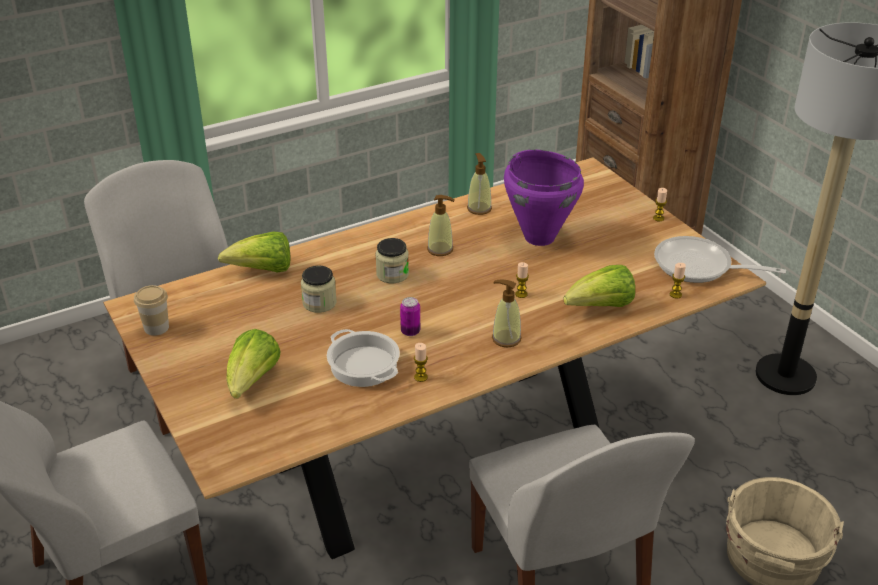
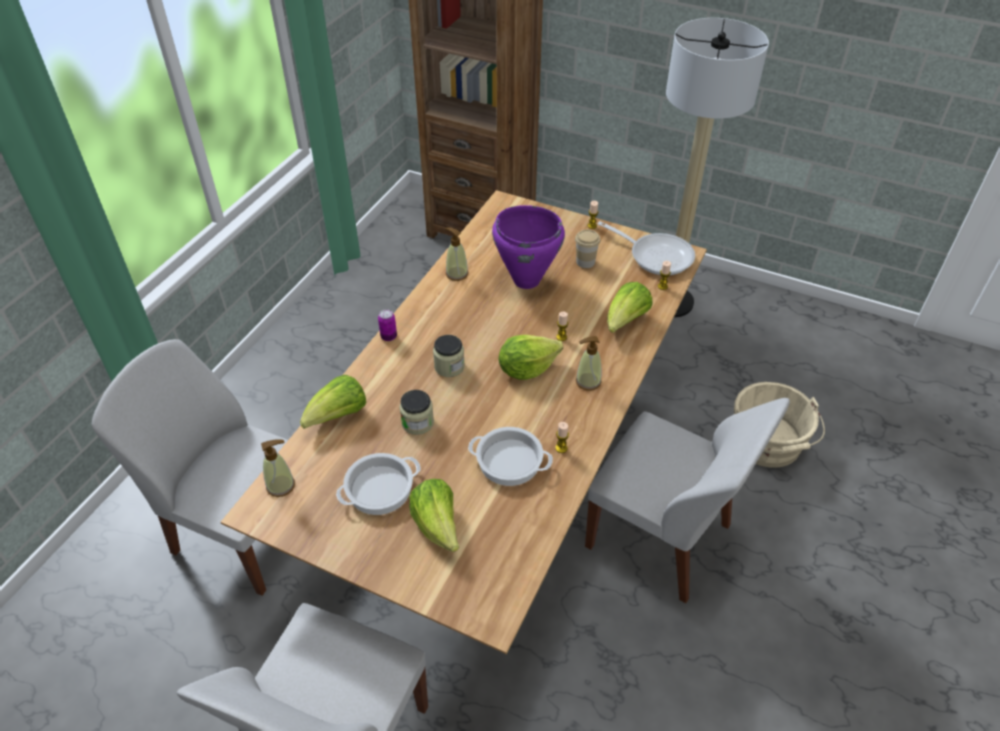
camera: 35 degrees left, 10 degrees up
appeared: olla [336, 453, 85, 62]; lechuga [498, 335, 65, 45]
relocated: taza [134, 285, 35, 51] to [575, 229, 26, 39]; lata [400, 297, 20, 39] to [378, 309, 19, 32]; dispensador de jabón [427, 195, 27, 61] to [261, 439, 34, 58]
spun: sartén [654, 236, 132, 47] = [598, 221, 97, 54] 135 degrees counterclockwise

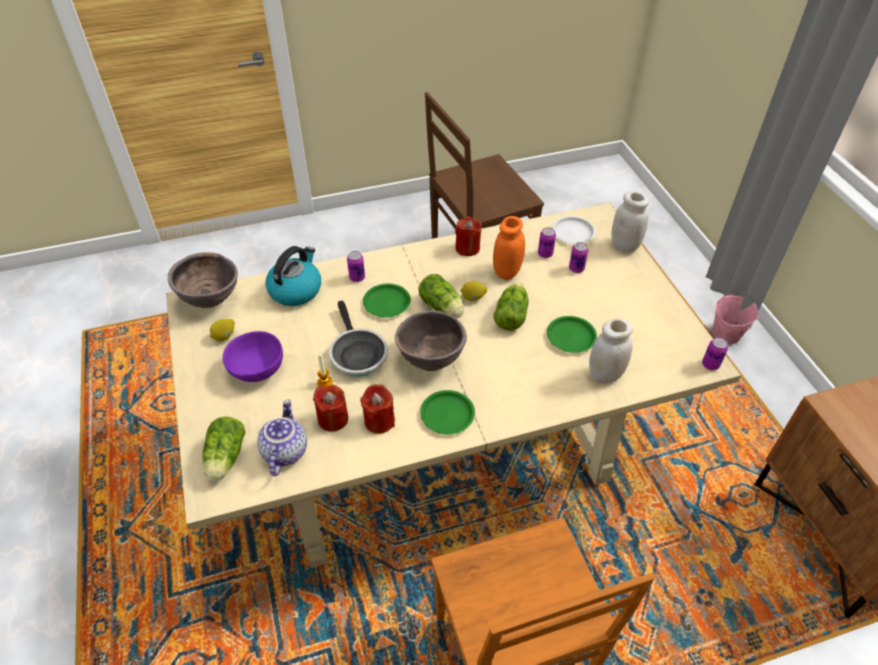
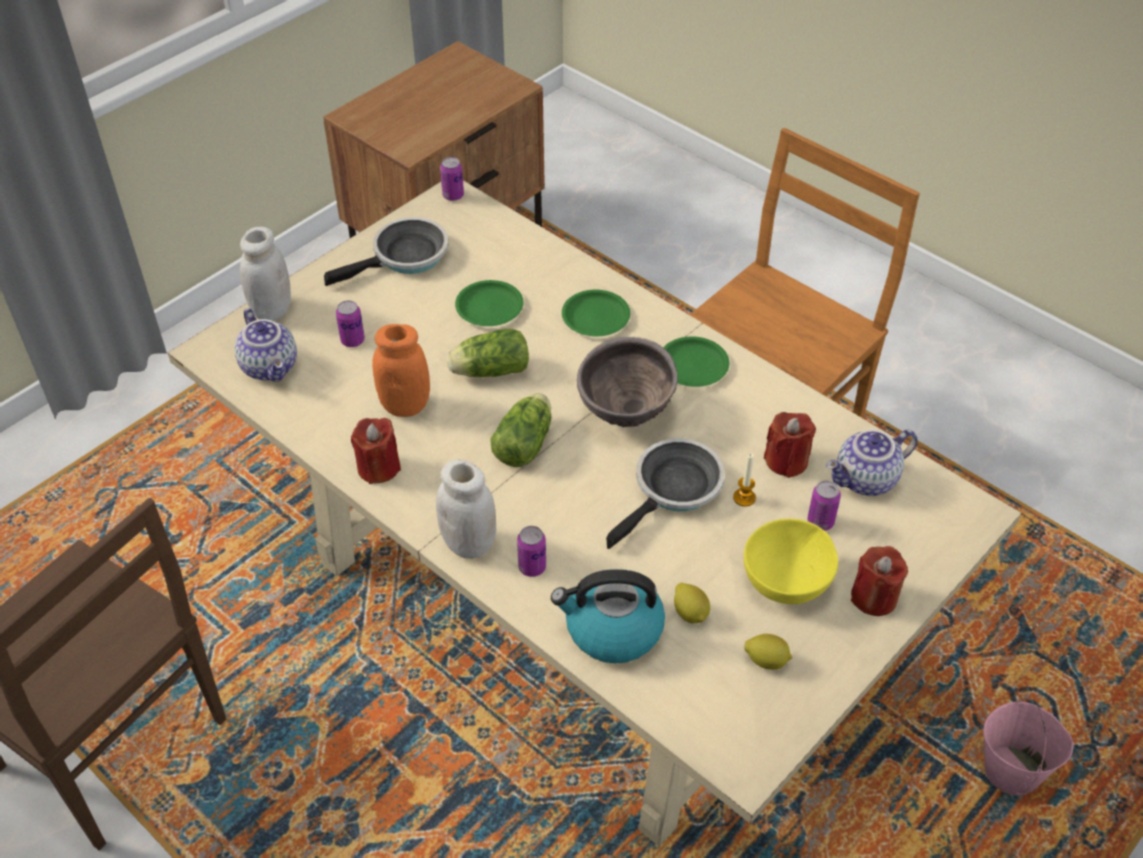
camera: 120 degrees left, 0 degrees up
missing: cuenco/marrón [168, 252, 70, 56]; lechuga [202, 416, 44, 65]
appeared: sartén [324, 217, 124, 69]
relocated: vela/rojo [360, 385, 35, 49] to [851, 546, 57, 70]; plato/verde [363, 284, 48, 33] to [562, 290, 68, 46]; limón [460, 281, 27, 20] to [674, 583, 36, 40]; lata [538, 228, 18, 30] to [807, 481, 34, 50]; tarro/blanco [589, 318, 44, 66] to [436, 459, 60, 100]; cubo/rosa [712, 292, 47, 52] to [983, 698, 91, 97]
exchanged: plato/blanco [552, 216, 44, 28] to tetera [234, 308, 63, 74]
colour: cuenco/morado [222, 331, 61, 51] to cuenco/amarillo [744, 519, 94, 85]

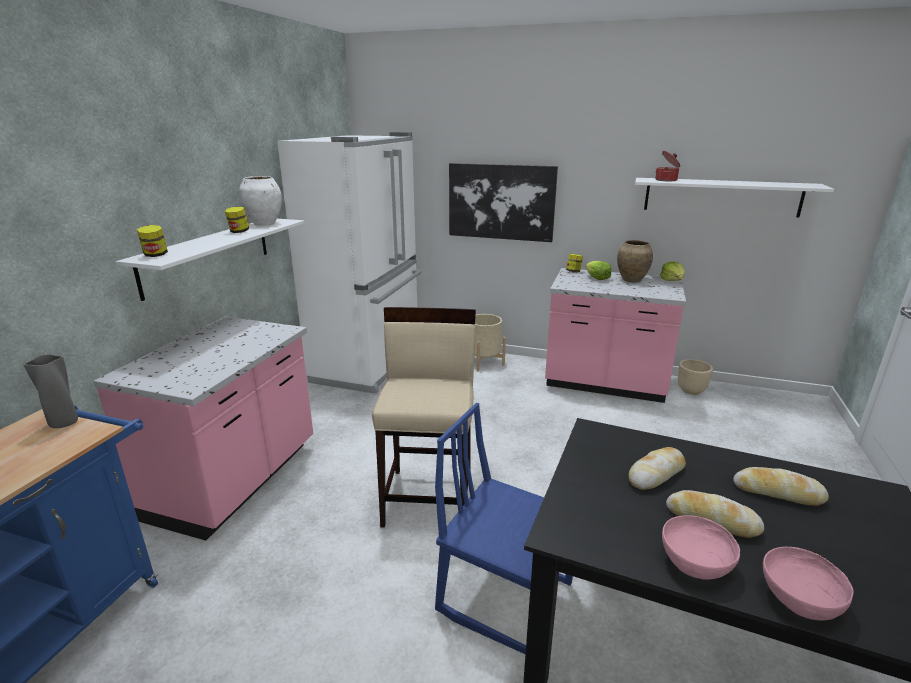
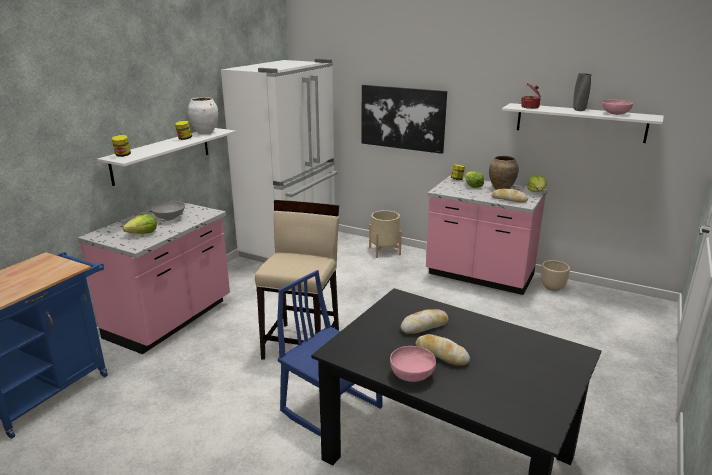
camera: 10 degrees right, 0 degrees up
appeared: lechuga [122, 214, 35, 20]; cuenco/gris [151, 202, 34, 18]
relocated: florero/gris [23, 354, 55, 74] to [573, 73, 19, 38]; pan [733, 467, 96, 39] to [492, 189, 36, 14]; cuenco/rosa [763, 547, 91, 74] to [602, 100, 31, 15]

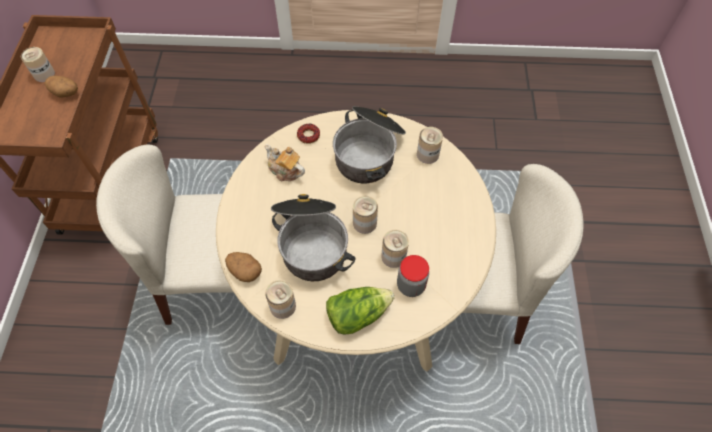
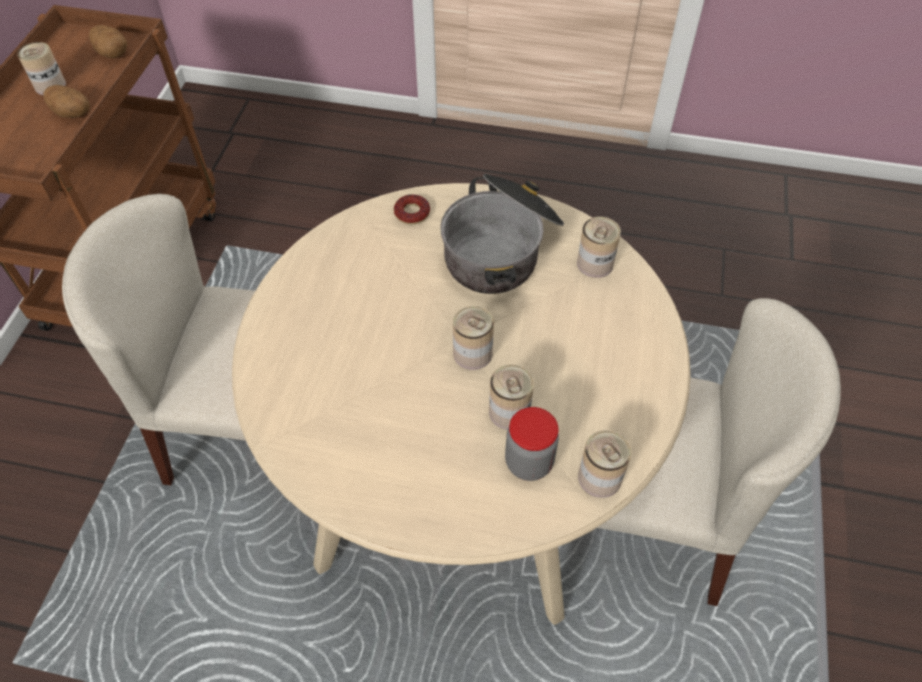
camera: 10 degrees right, 5 degrees down
missing: tetera [265, 144, 40, 37]; olla [271, 194, 84, 87]; lechuga [326, 287, 68, 48]
relocated: patata [225, 252, 37, 30] to [89, 25, 38, 33]; lata [265, 280, 31, 39] to [578, 430, 53, 68]

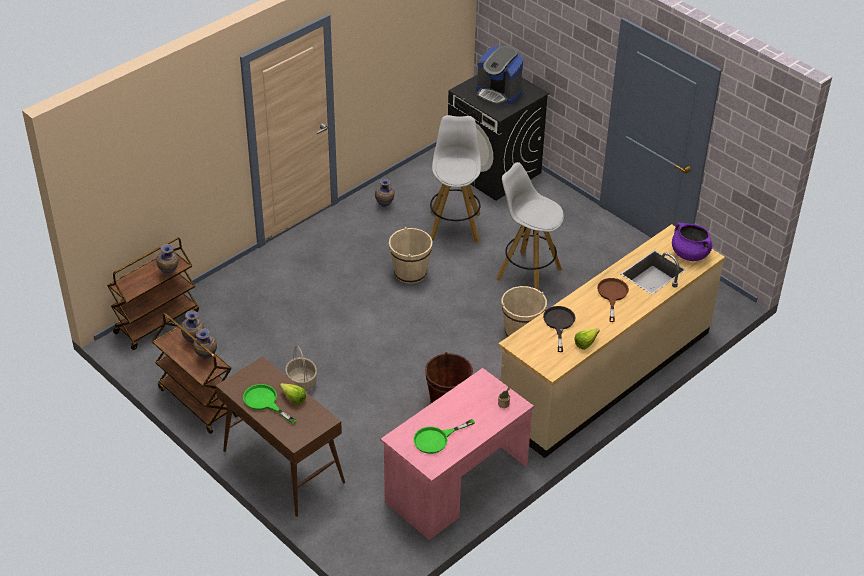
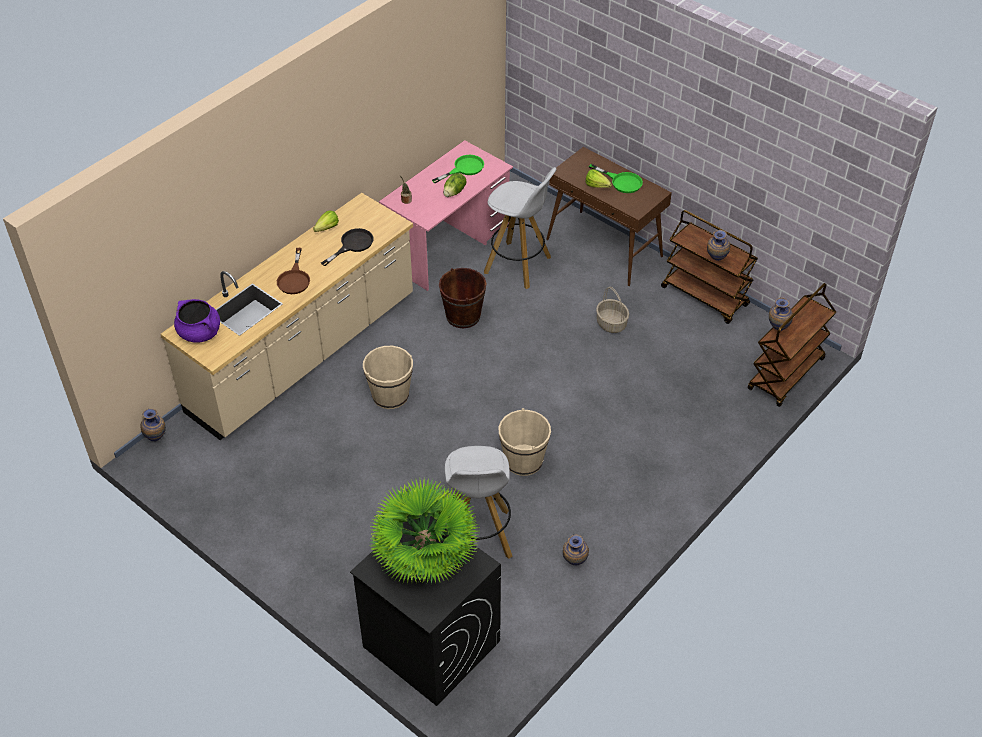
camera: 175 degrees right, 5 degrees up
appeared: lechuga [443, 173, 23, 24]
relocated: florero [193, 328, 24, 31] to [140, 409, 26, 33]; taburete/blanco [496, 162, 68, 128] to [484, 167, 73, 122]
exchanged: cafetera [477, 46, 46, 60] to planta en maceta [370, 477, 110, 107]
spun: sartén/negro [543, 306, 33, 46] = [321, 228, 52, 38] 135 degrees counterclockwise

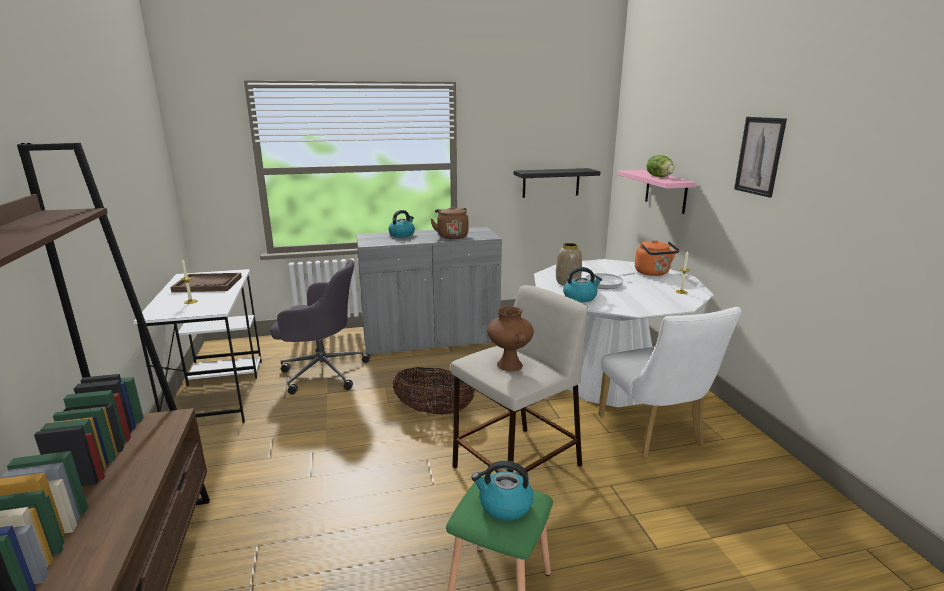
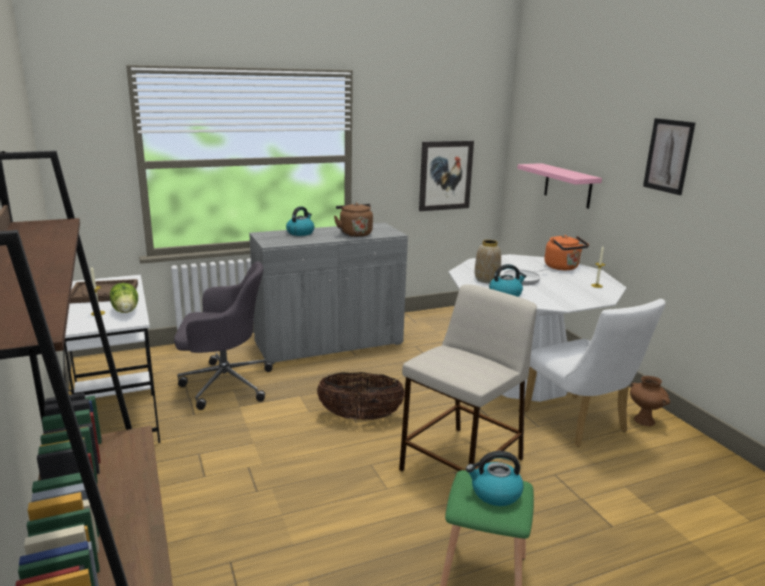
camera: 10 degrees left, 0 degrees up
relocated: florero/marrón [487, 306, 47, 65] to [630, 376, 40, 50]; lechuga [646, 155, 29, 22] to [110, 283, 28, 30]
exchanged: estante/negro [514, 168, 86, 30] to cuadro [419, 140, 55, 71]

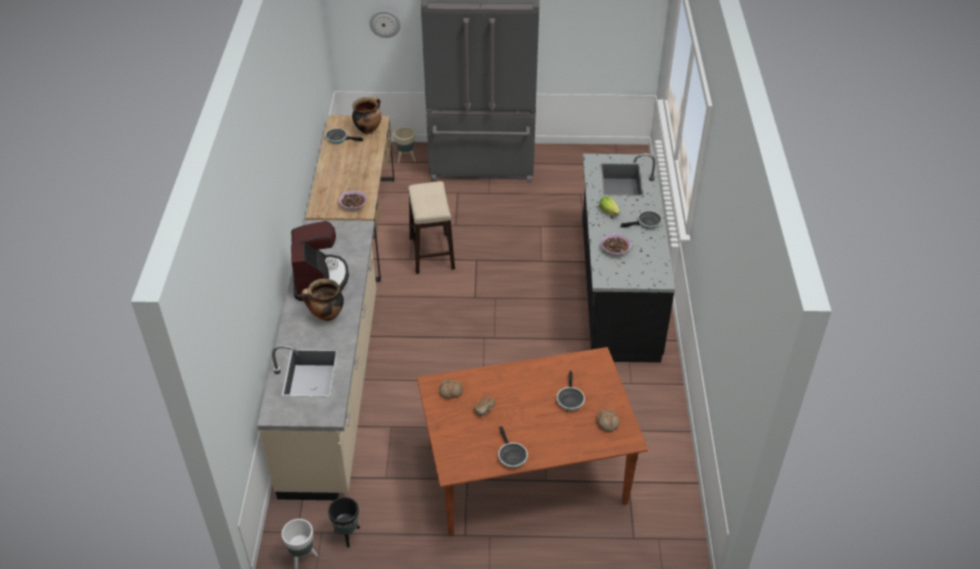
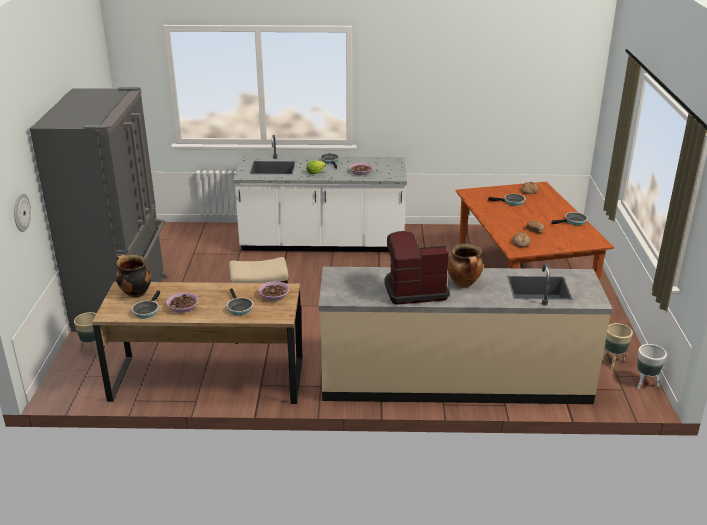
camera: 90 degrees left, 15 degrees down
appeared: cuenco [166, 293, 33, 20]; sartén [226, 289, 27, 26]
colour: maceta/negro [328, 497, 32, 51] to maceta/beis [603, 323, 30, 46]; mueble bajo de cocina/negro [582, 153, 93, 210] to mueble bajo de cocina/blanco [233, 135, 174, 117]

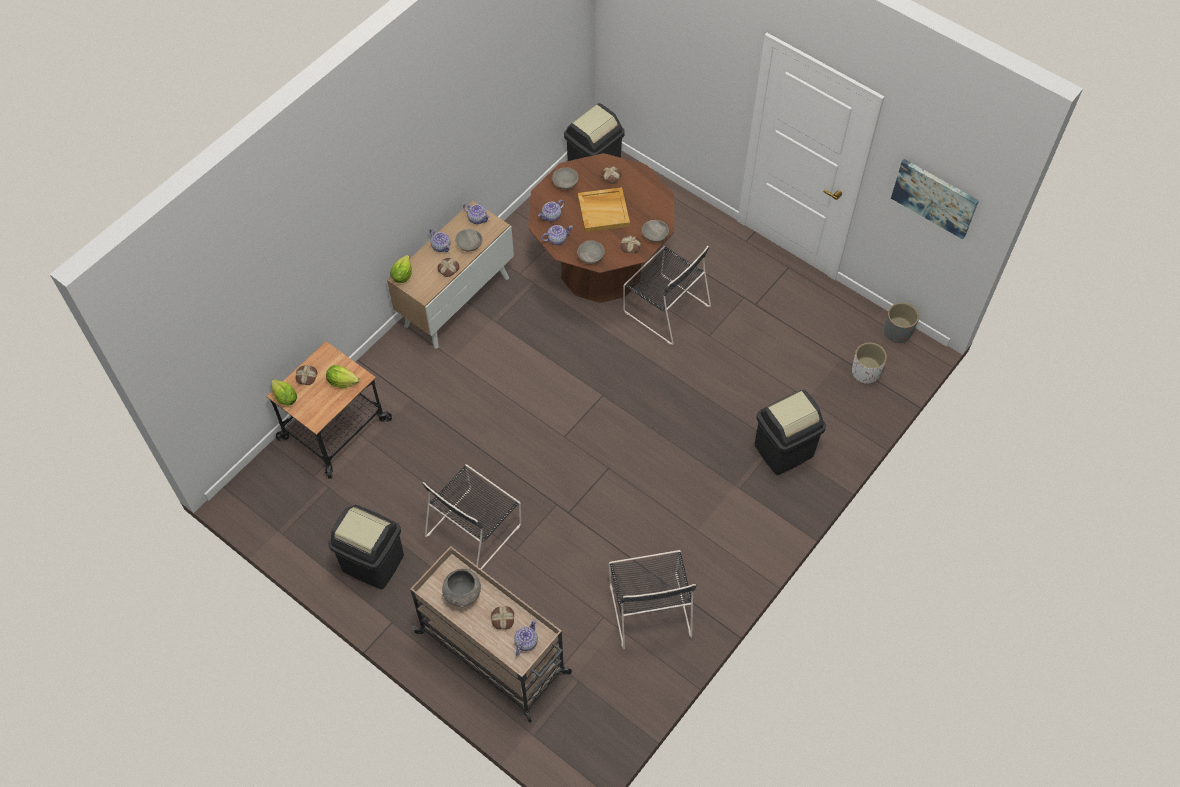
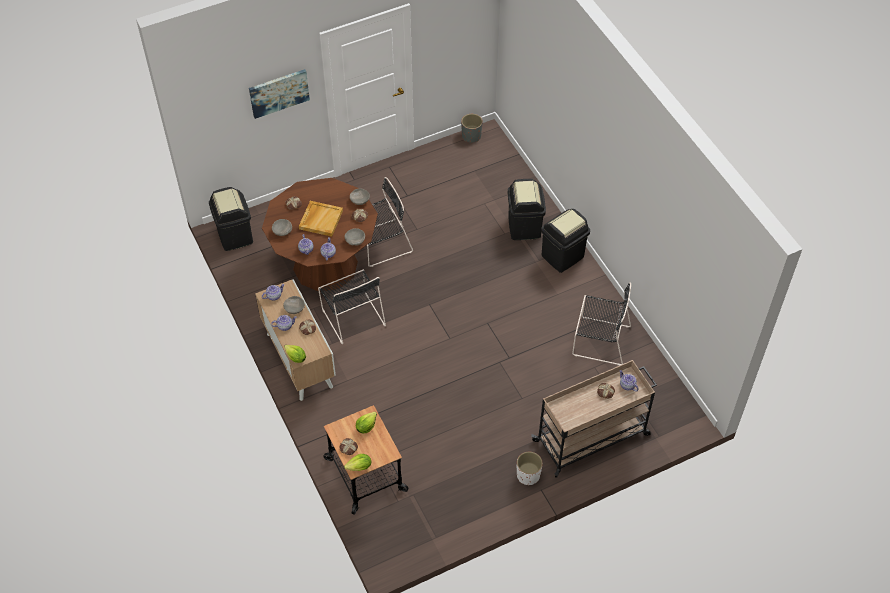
camera: 65 degrees left, 5 degrees down
missing: cuenco/gris [442, 569, 39, 39]
relocated: papelera/negro [328, 505, 76, 84] to [541, 209, 49, 64]; silla/negro [423, 464, 98, 106] to [318, 270, 68, 74]; maceta/blanco [852, 342, 35, 42] to [517, 452, 26, 33]; cuadro [891, 159, 88, 80] to [249, 69, 61, 50]

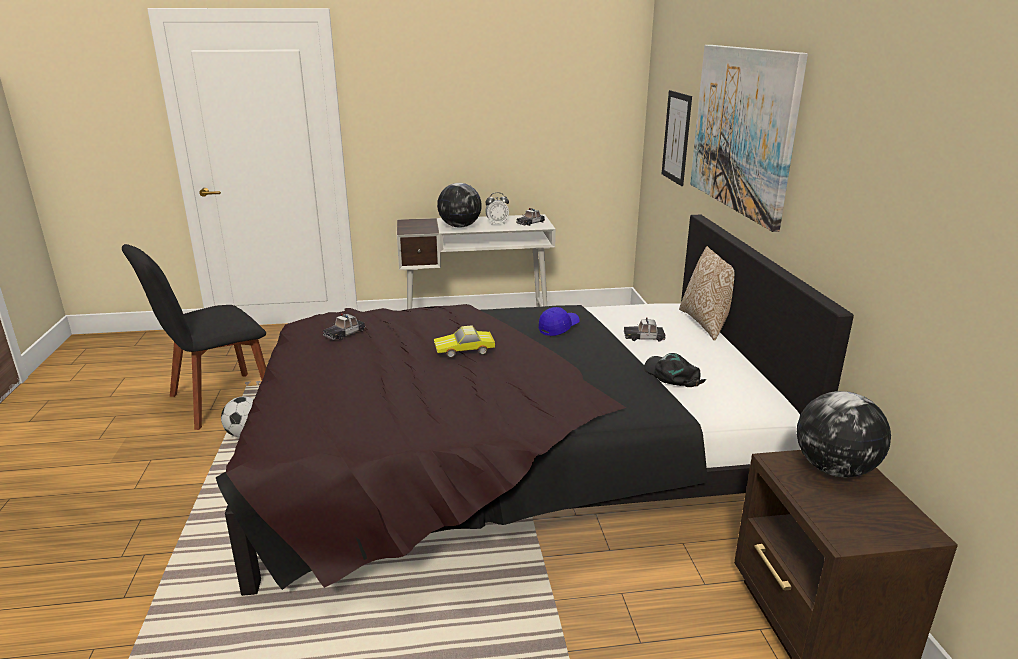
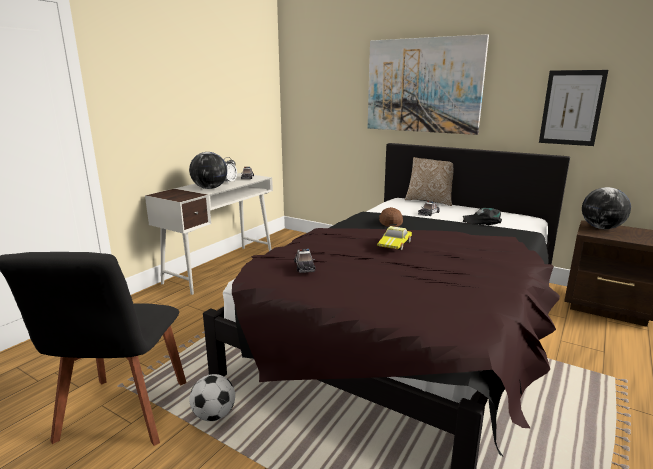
camera: 50 degrees left, 5 degrees down
relocated: cuadro [662, 90, 30, 96] to [539, 70, 69, 76]
colour: gorra/azul [539, 307, 41, 29] to gorra/marrón [379, 207, 24, 20]

